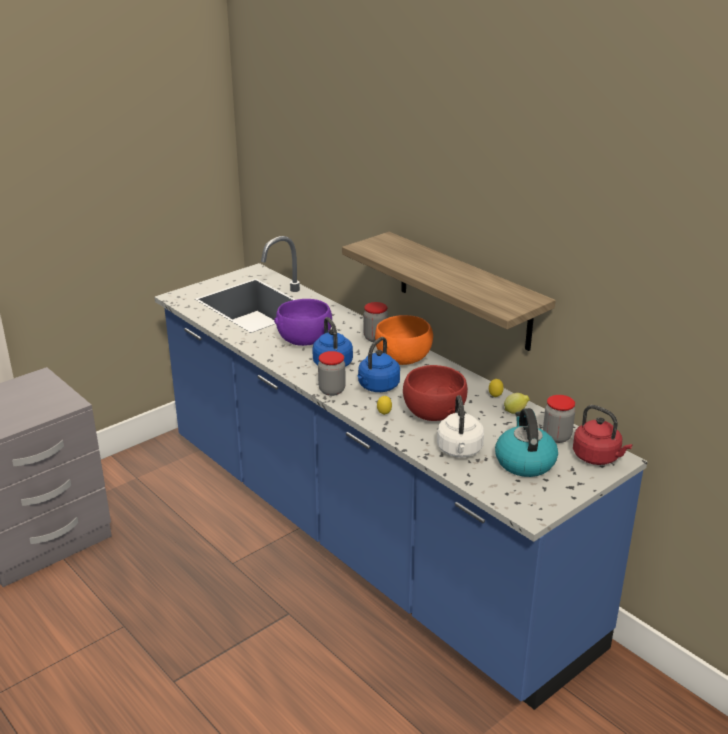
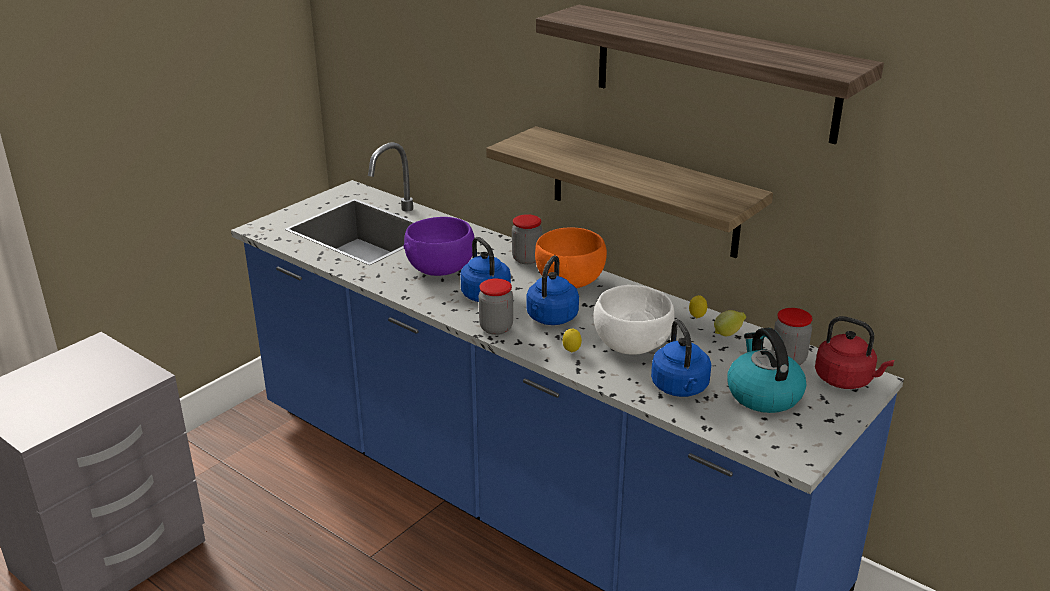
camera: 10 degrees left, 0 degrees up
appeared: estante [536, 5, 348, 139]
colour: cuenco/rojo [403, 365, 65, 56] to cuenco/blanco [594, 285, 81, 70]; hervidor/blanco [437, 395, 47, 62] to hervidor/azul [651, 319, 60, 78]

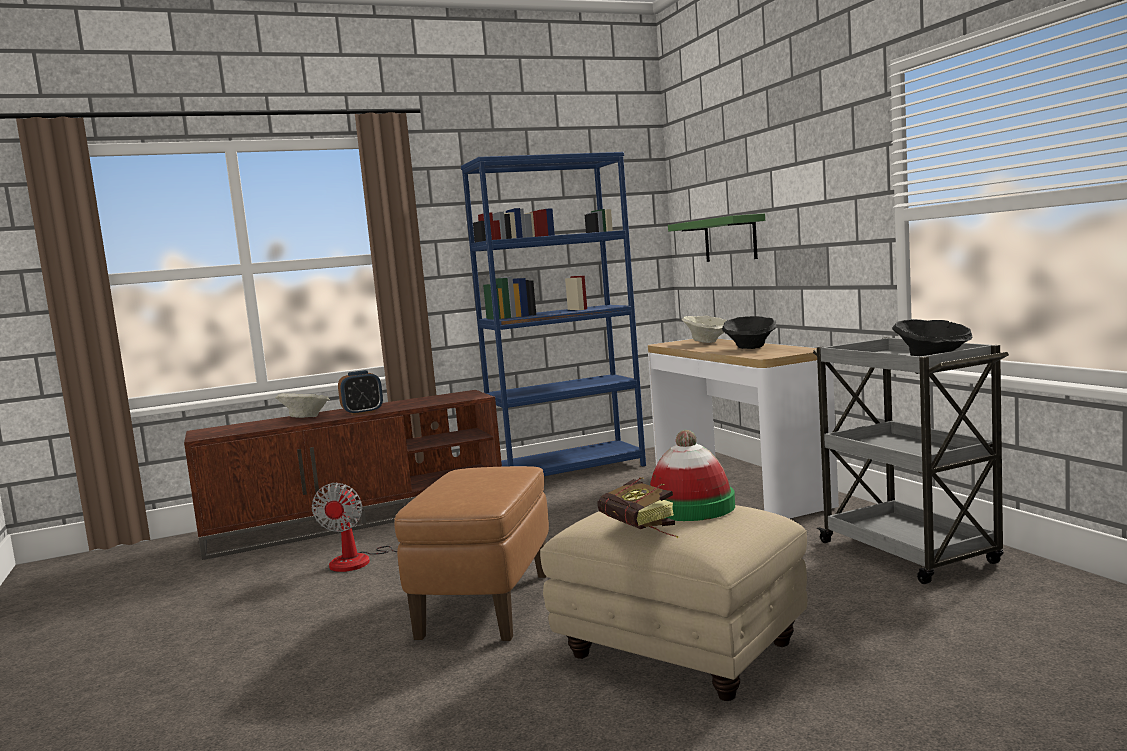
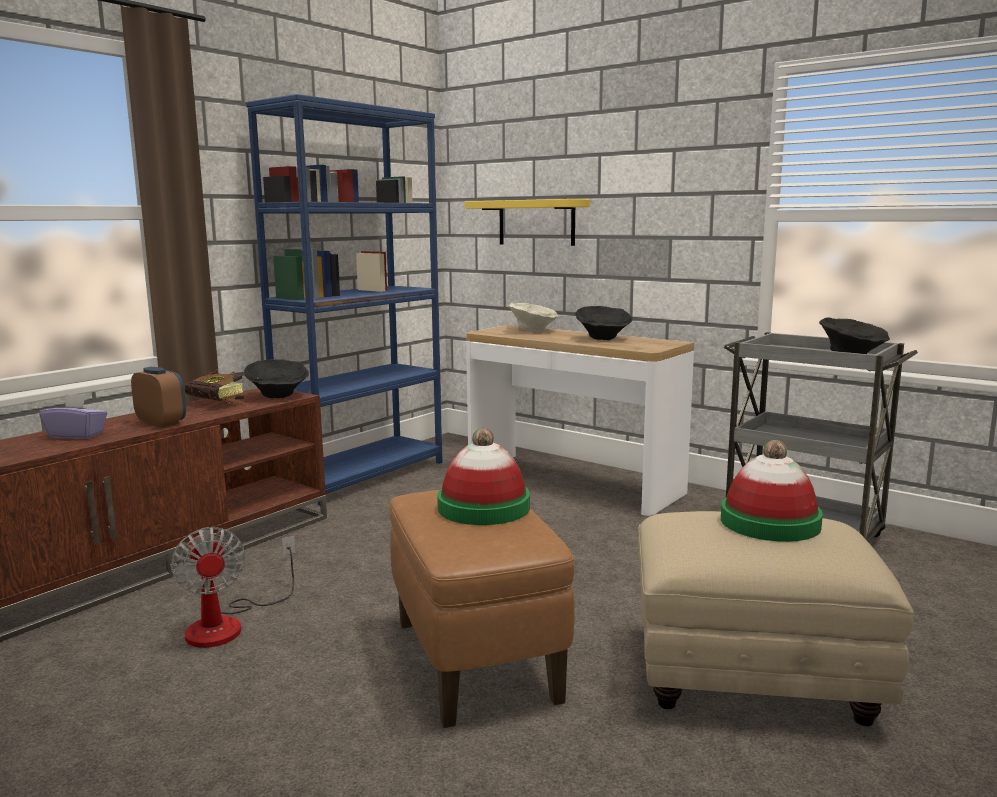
camera: 30 degrees left, 5 degrees up
appeared: cuenco/negro [244, 359, 65, 39]; sombrero [437, 428, 93, 97]
relocated: libro [598, 477, 81, 61] to [185, 370, 62, 36]
exchanged: cuenco/beis [276, 393, 54, 25] to caja de pañuelos/morado [39, 394, 68, 45]
colour: estante/verde [668, 213, 97, 49] to estante/amarillo [465, 199, 125, 47]
spun: despertador [338, 370, 45, 45] = [131, 367, 55, 61] 90 degrees counterclockwise

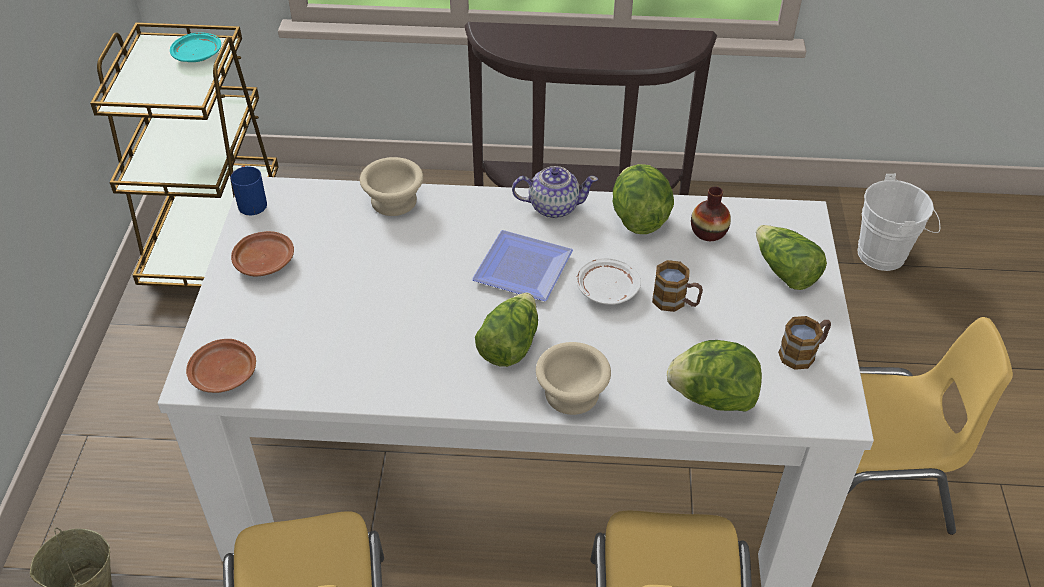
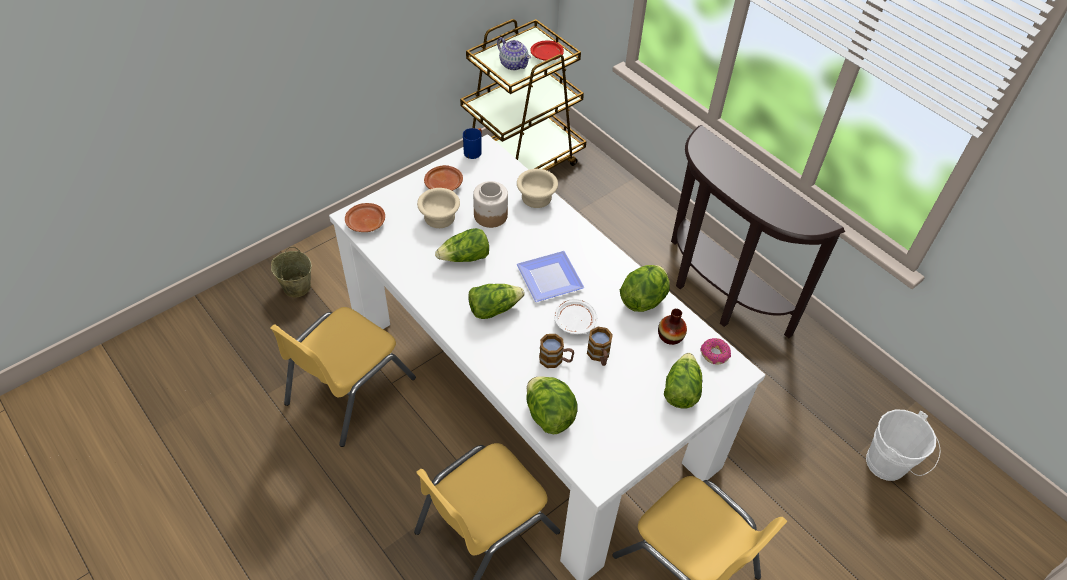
camera: 45 degrees right, 5 degrees up
appeared: lechuga [435, 228, 54, 34]; tarro [473, 181, 35, 47]; rosquilla [700, 338, 31, 27]
relocated: tetera [512, 166, 86, 52] to [497, 37, 34, 33]; cuenco/beis [536, 342, 75, 73] to [417, 188, 43, 40]; taza grande [778, 316, 53, 54] to [539, 334, 35, 34]
colour: plato/turquesa [170, 33, 51, 29] to plato/rojo [530, 41, 34, 20]

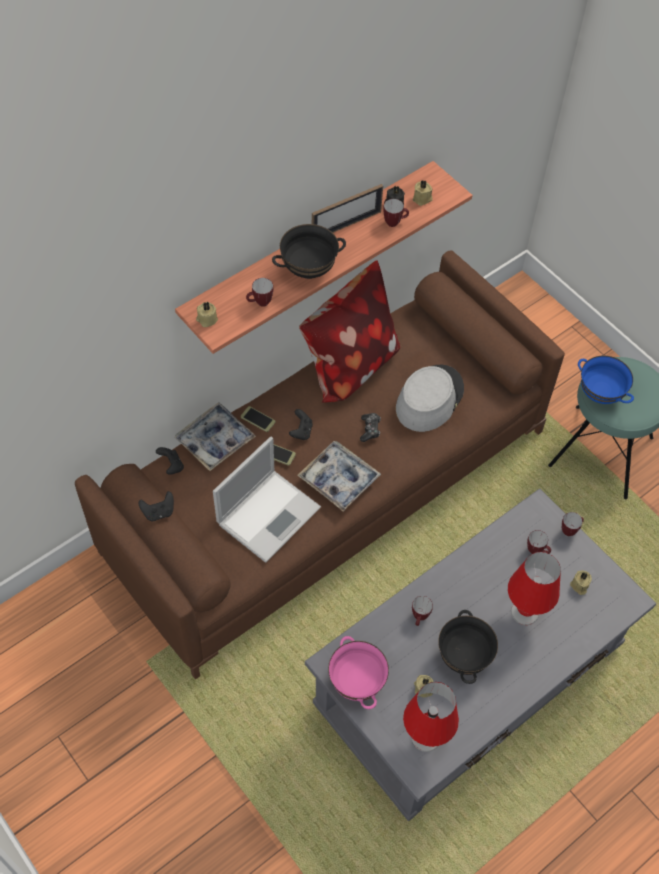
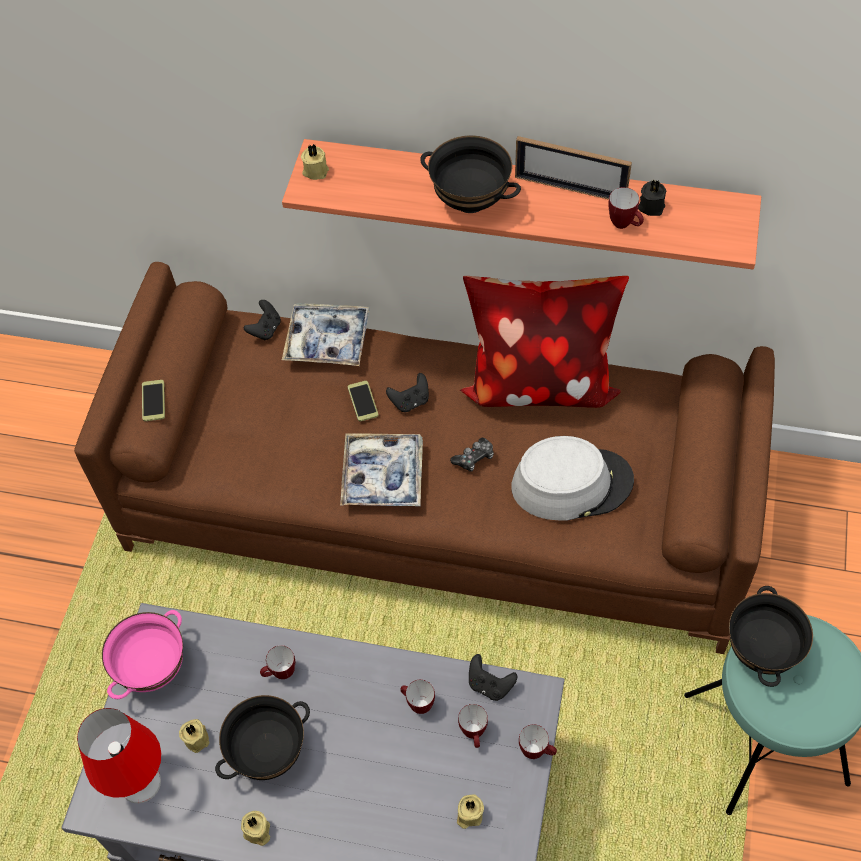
camera: 55 degrees right, 0 degrees up
missing: portátil [213, 437, 108, 126]; lámpara de mesa/rojo [508, 552, 53, 73]
relocated: mando de consola/negro [138, 491, 36, 30] to [469, 654, 48, 47]; móvil [241, 406, 34, 26] to [142, 380, 23, 41]; taza grande [246, 278, 27, 29] to [400, 680, 35, 34]; vela/beis [413, 180, 19, 26] to [241, 811, 29, 35]
colour: cuenco/azul [578, 355, 56, 49] to cuenco/negro [729, 586, 84, 101]

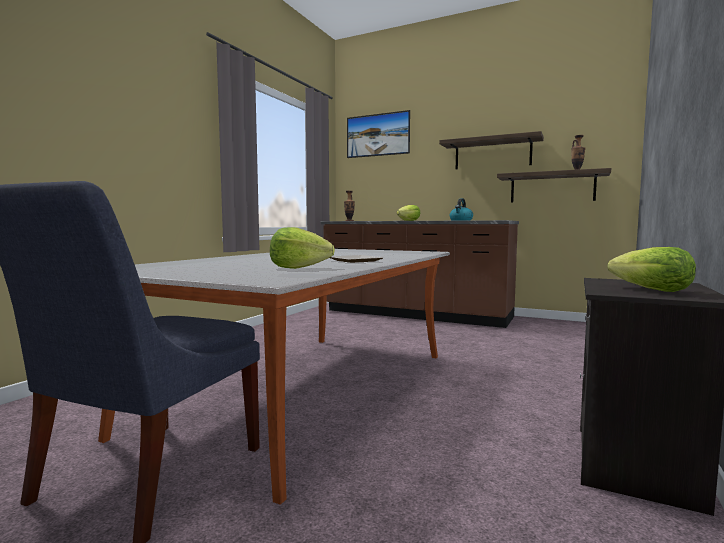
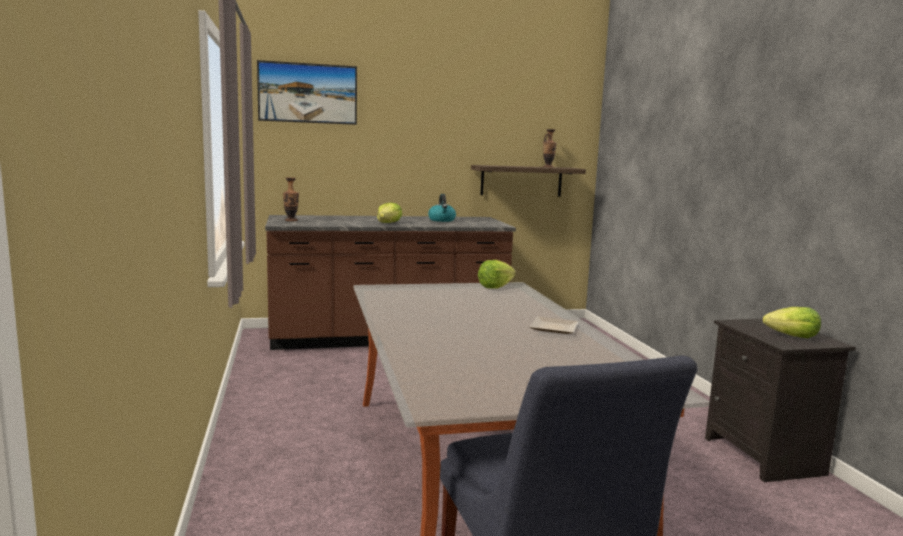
camera: 40 degrees left, 5 degrees up
missing: estante [439, 131, 105, 38]
relocated: lechuga [270, 227, 65, 42] to [478, 260, 38, 29]

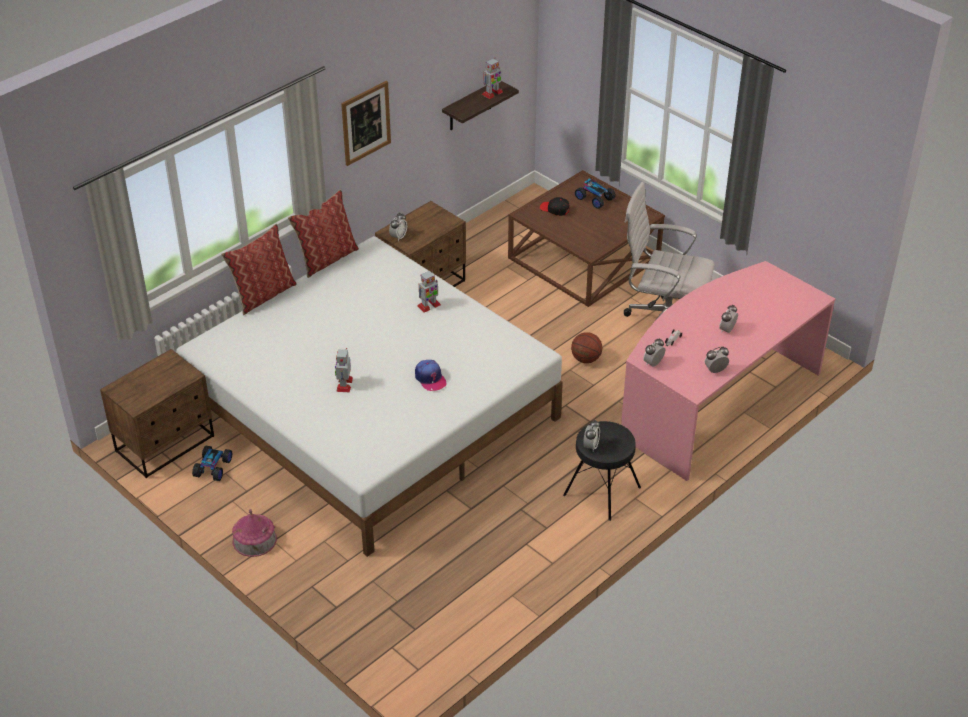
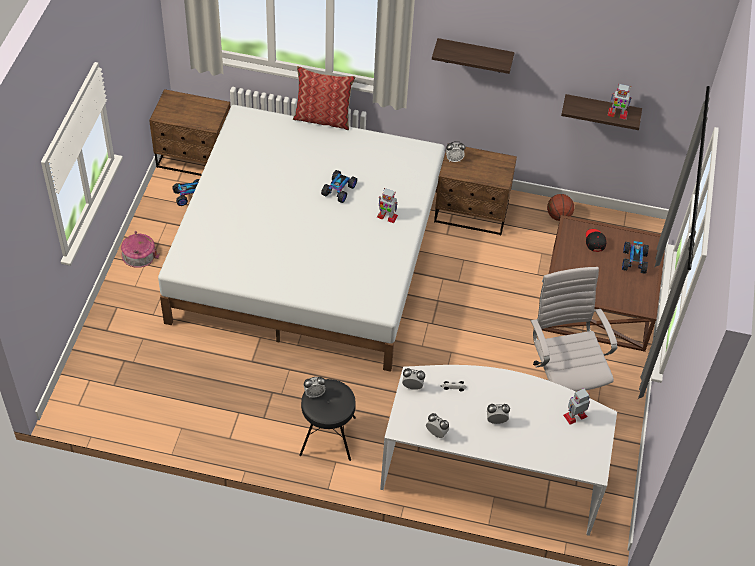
camera: 55 degrees right, 10 degrees up
missing: cojín [288, 189, 71, 89]; gorra [415, 360, 32, 31]
appeared: coche de juguete [321, 170, 36, 33]
relocated: robot de juguete [335, 348, 18, 45] to [563, 388, 27, 37]; balón de baloncesto [571, 332, 31, 31] to [547, 194, 27, 27]
exchanged: cuadro [341, 81, 50, 85] to estante [432, 38, 82, 36]
colour: escritorio/rosa [621, 261, 214, 220] to escritorio/blanco [380, 365, 237, 171]

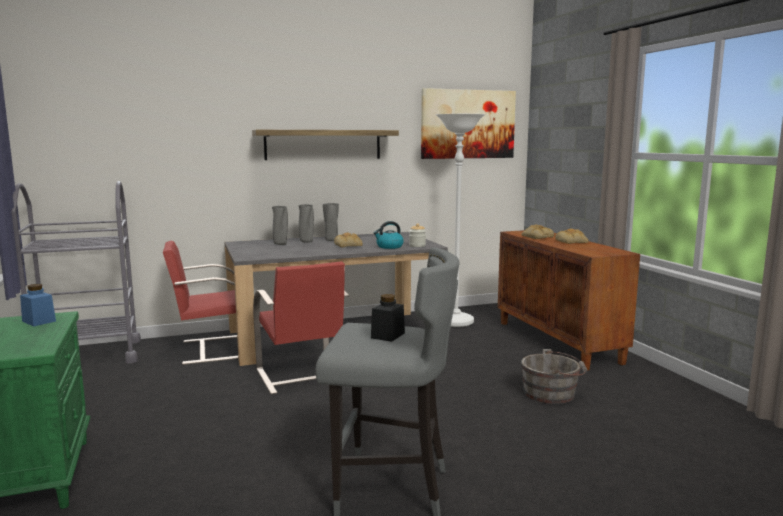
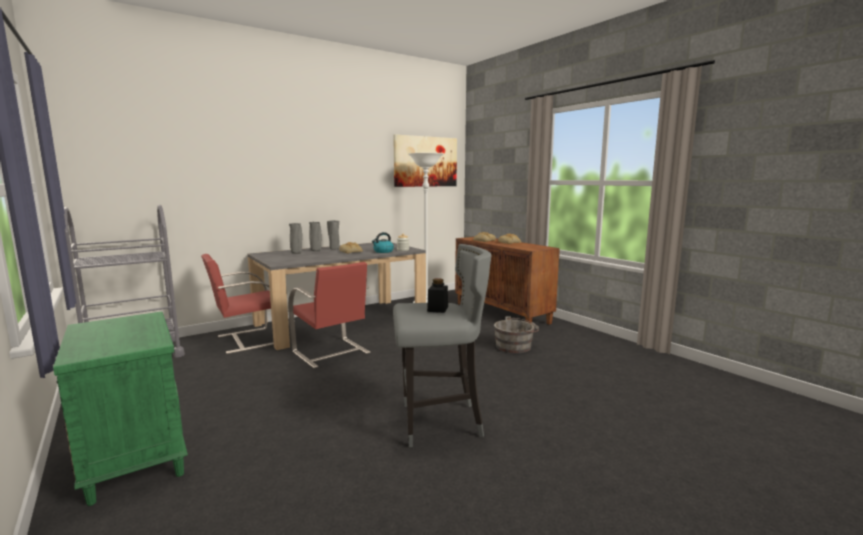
camera: 15 degrees left, 0 degrees up
missing: tarro/azul [20, 284, 36, 42]; estante [252, 130, 147, 30]

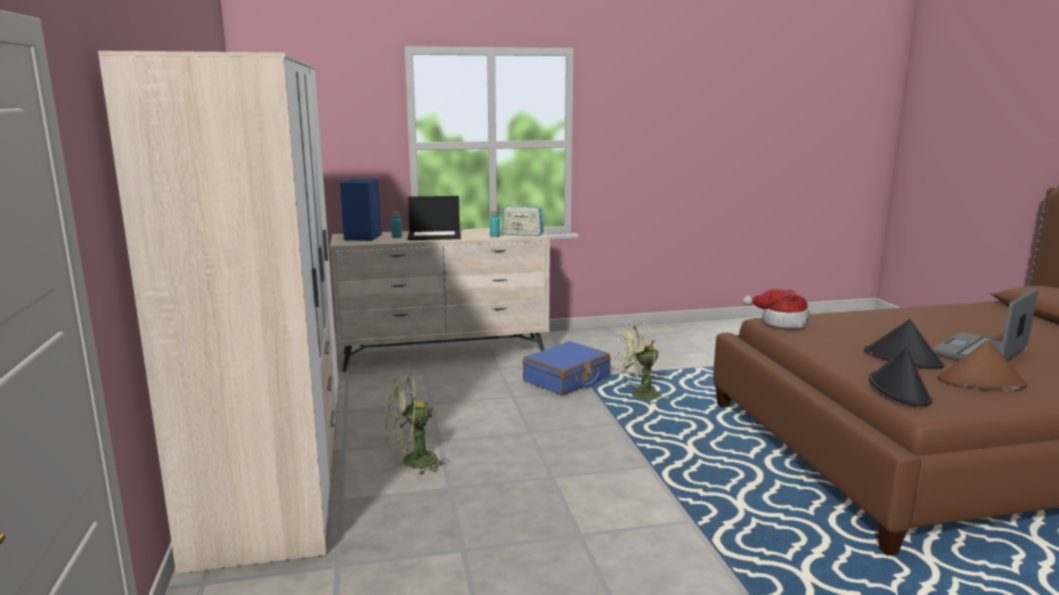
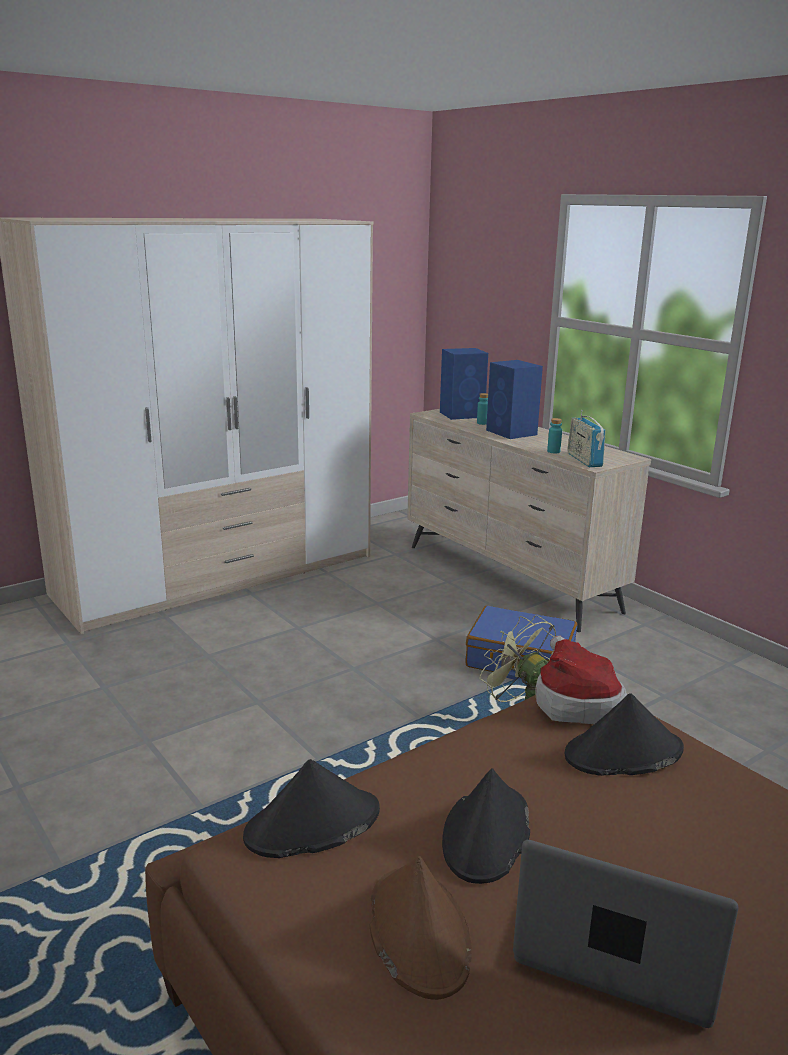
camera: 65 degrees right, 5 degrees up
missing: ventilador/verde [385, 374, 64, 102]
appeared: sombrero/negro [565, 693, 119, 83]
exchanged: portátil [407, 196, 54, 44] to altavoz/azul [486, 360, 57, 79]

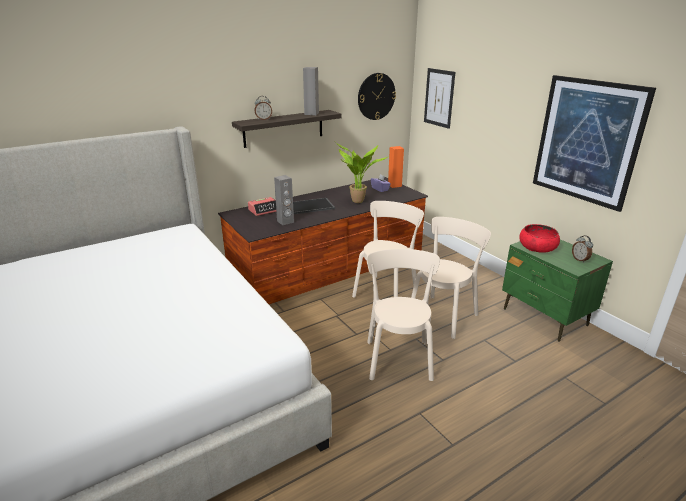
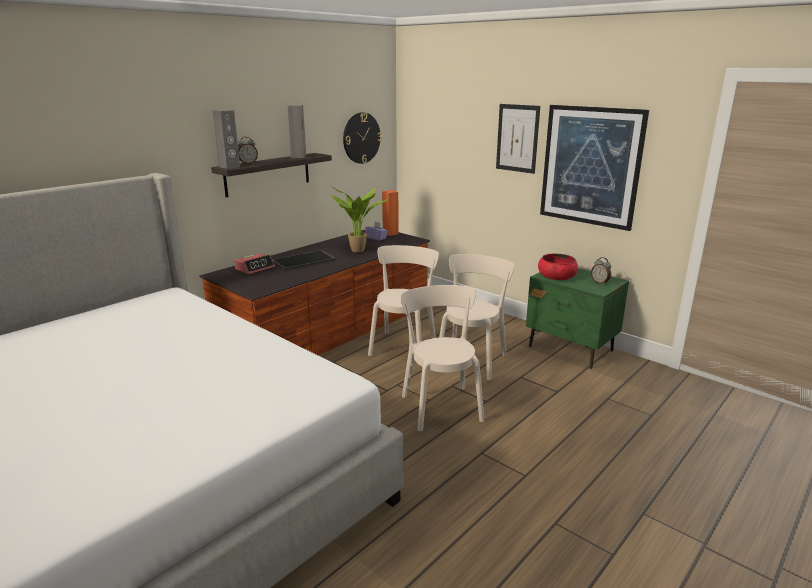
camera: 15 degrees left, 5 degrees down
relocated: altavoz/gris [274, 175, 20, 50] to [212, 110, 28, 59]; cuadro [424, 68, 31, 61] to [496, 104, 44, 70]

